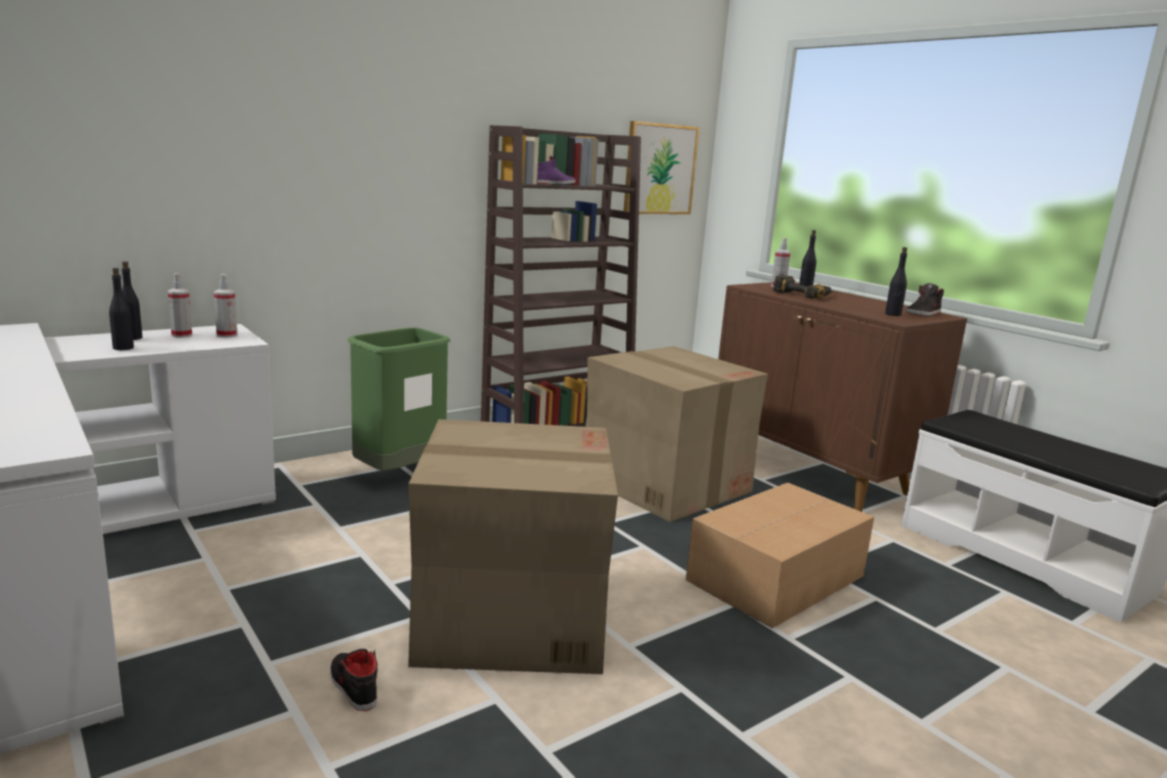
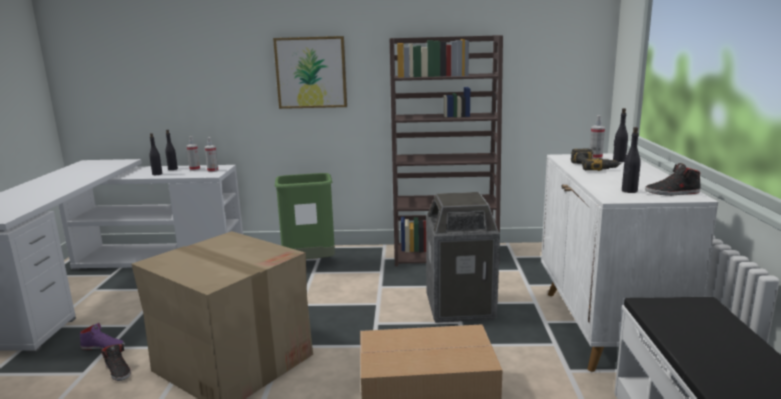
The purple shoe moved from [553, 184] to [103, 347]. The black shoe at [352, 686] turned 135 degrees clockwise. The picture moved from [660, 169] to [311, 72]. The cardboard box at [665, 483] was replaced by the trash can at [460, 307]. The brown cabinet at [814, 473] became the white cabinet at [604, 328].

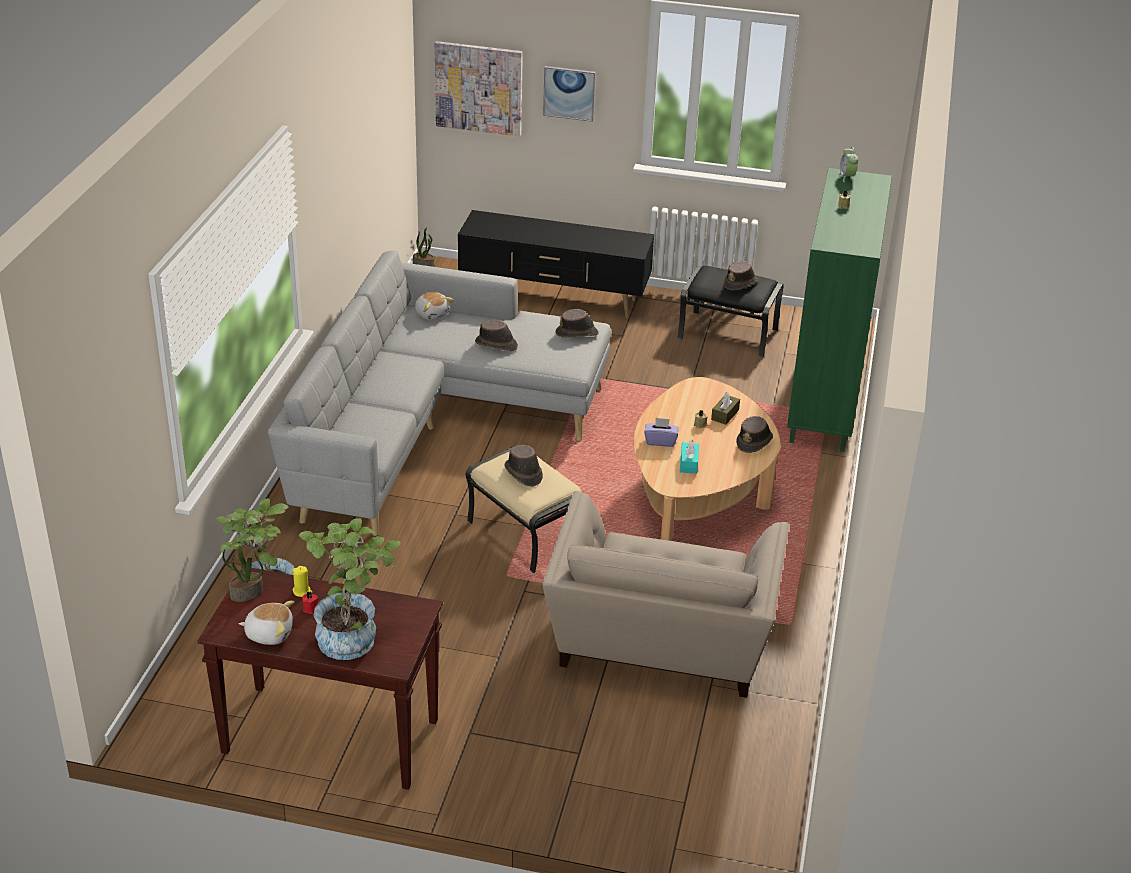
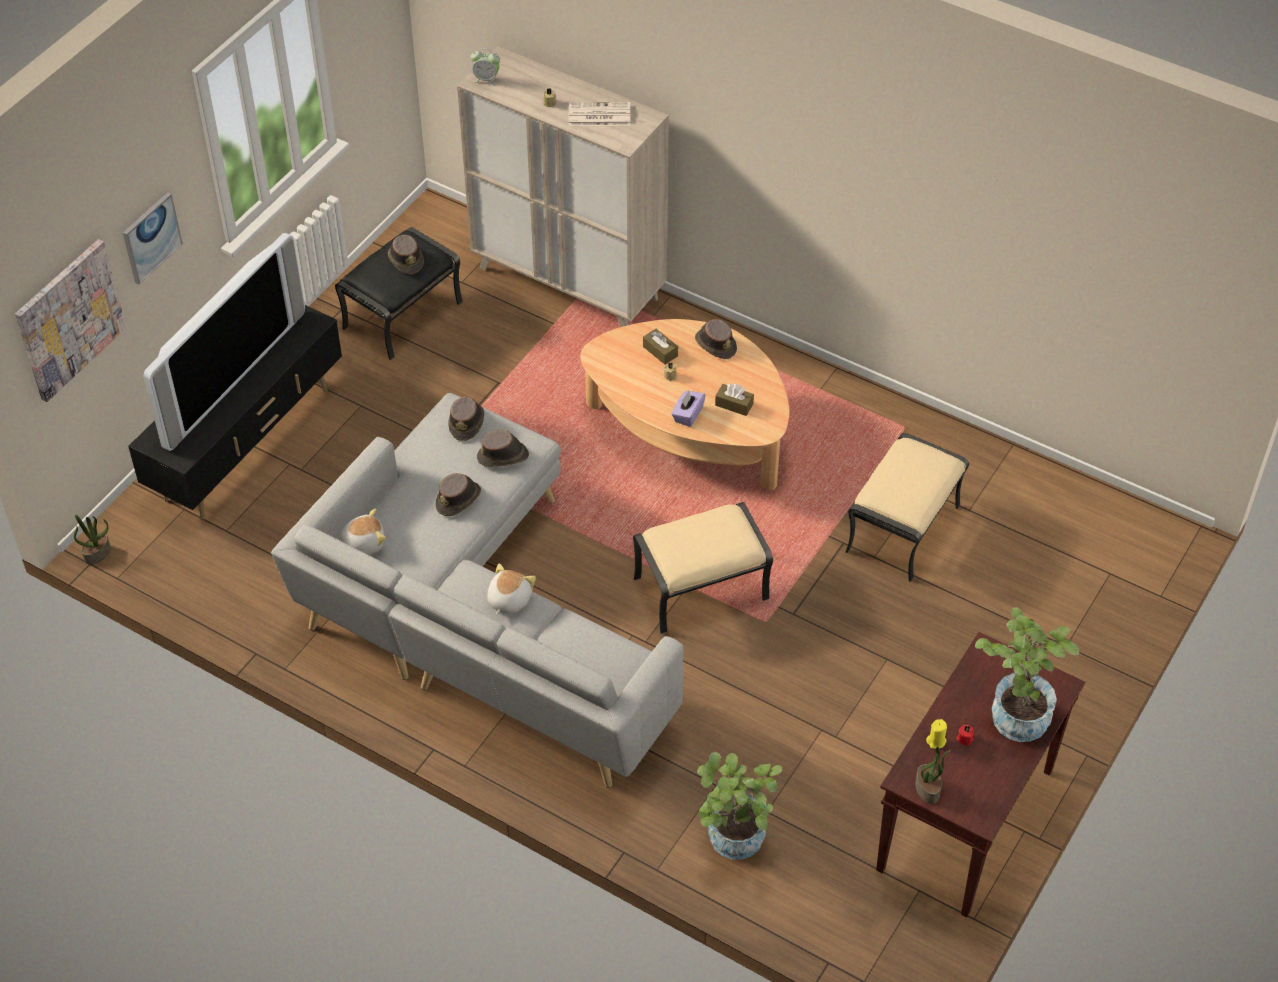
The television at [230, 376] appeared. The green cabinet at [824, 403] became the beige cabinet at [569, 283]. The brown hat moved from [523, 473] to [503, 456]. The plush toy moved from [269, 633] to [508, 600]. The newspaper at [598, 115] appeared. The turquoise tissue box at [688, 463] became the brown tissue box at [734, 404]. The beige armchair at [660, 644] was replaced by the beige ottoman at [903, 529].

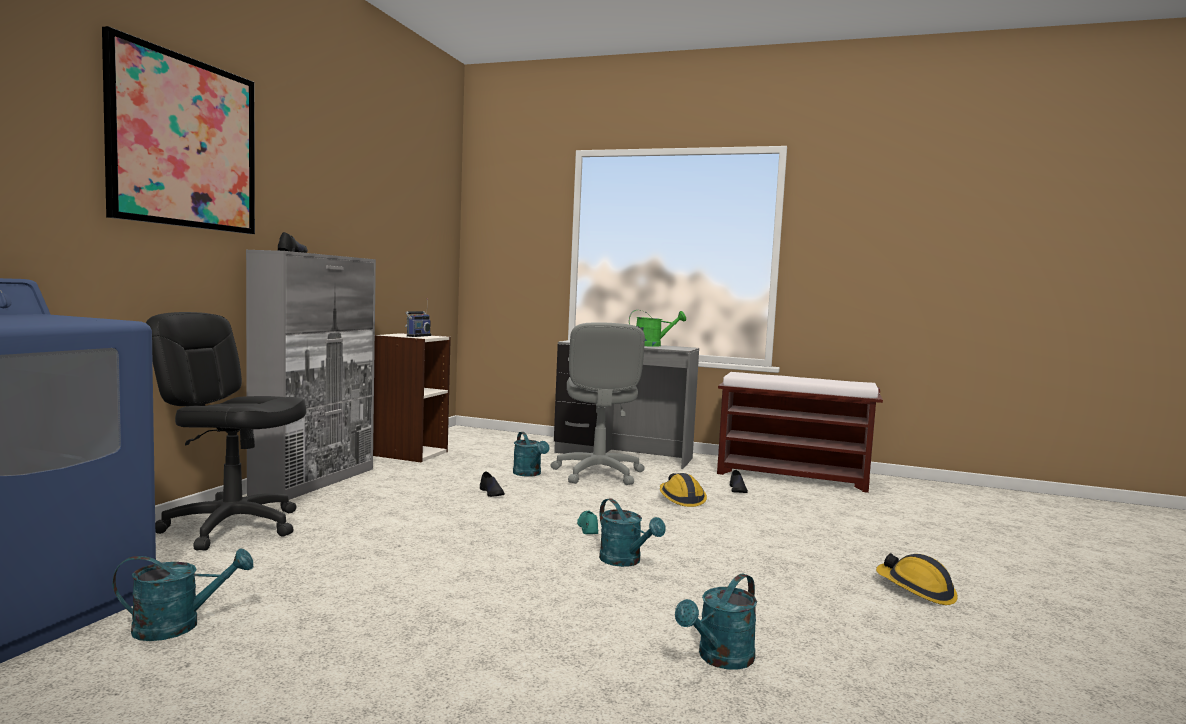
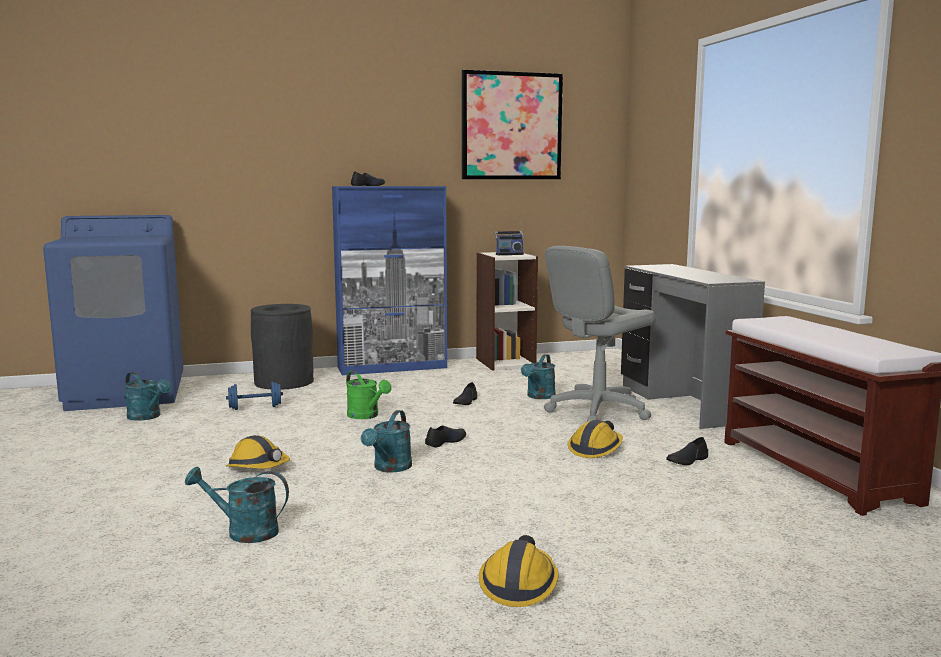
The blue dumbbell at [255, 408] appeared. The hard hat at [258, 467] appeared. The black office chair at [232, 526] was replaced by the black trash can at [284, 382]. The grey cabinet at [315, 481] became the blue cabinet at [393, 368]. The green watering can moved from [653, 345] to [366, 416]. The turquoise shoe at [588, 527] became the black shoe at [445, 441]. The picture moved from [184, 143] to [511, 126].

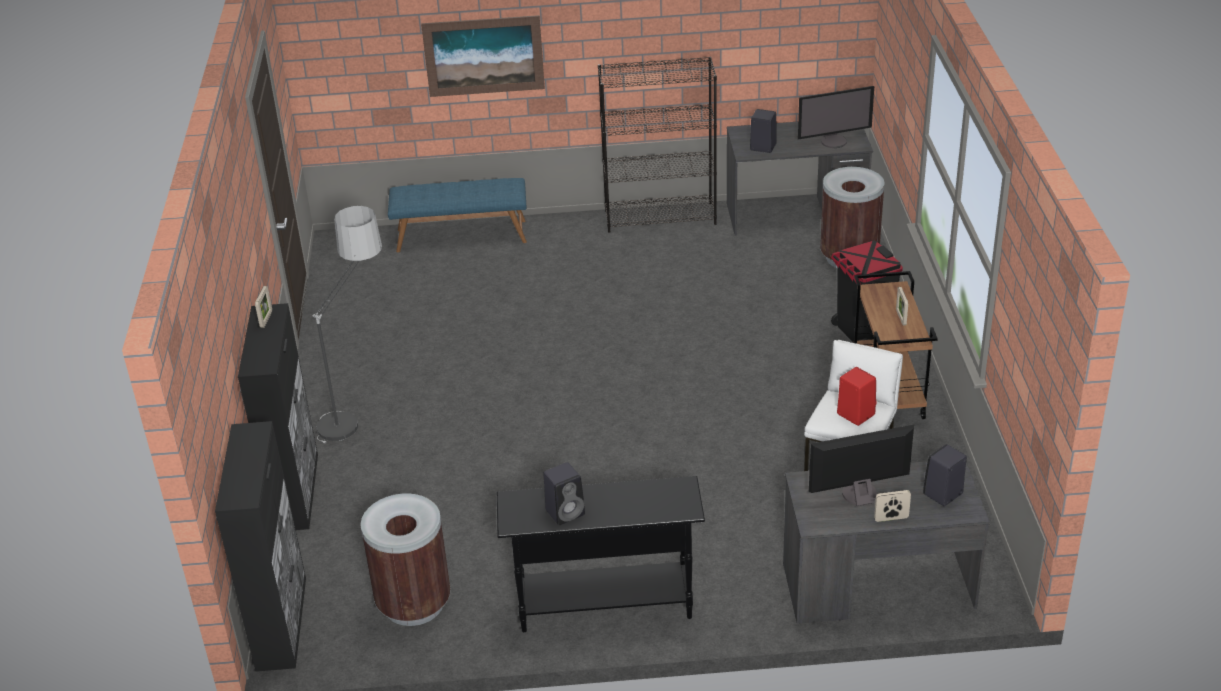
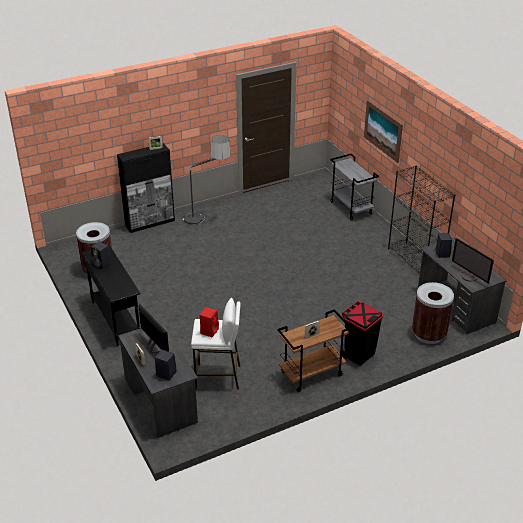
The blue bench at [461, 235] was replaced by the grey cart at [351, 208]. The black cabinet at [282, 623] disappeared.

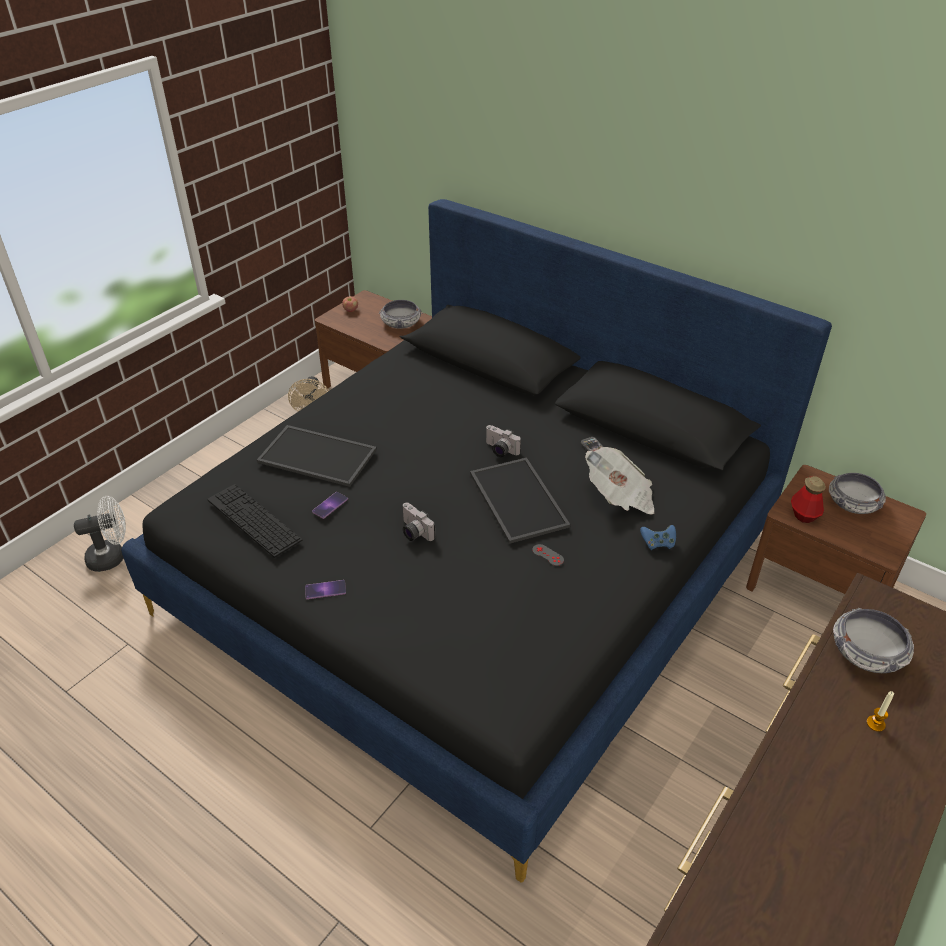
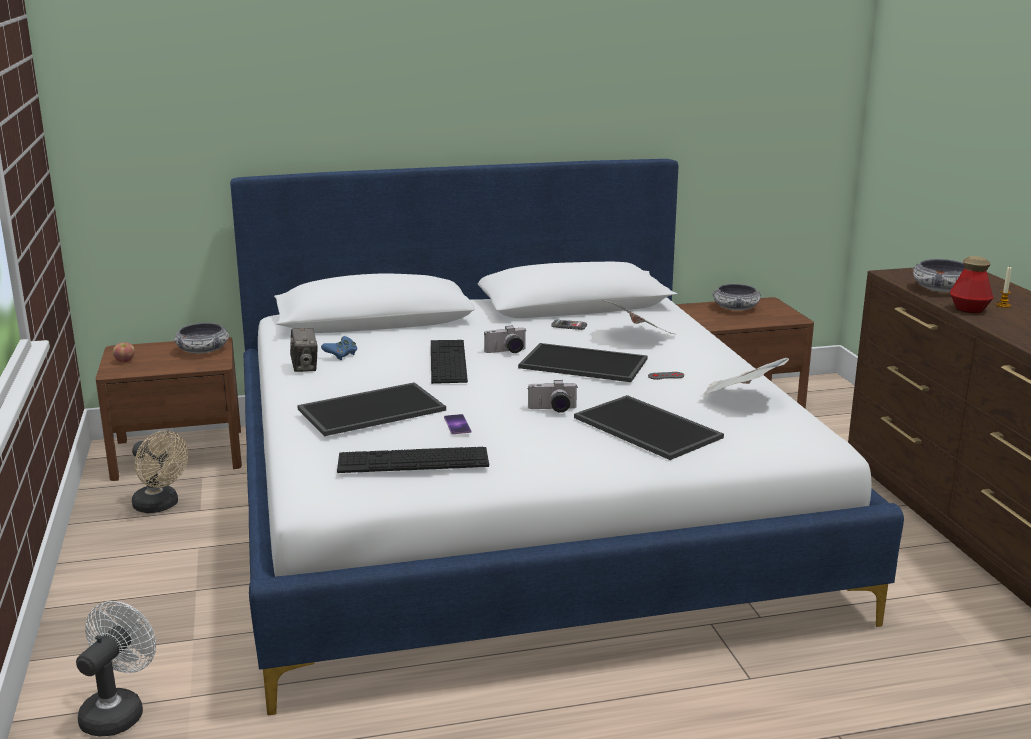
The black bed at [473, 571] became the white bed at [515, 511]. The photo camera at [305, 367] appeared. The blue game controller moved from [658, 543] to [341, 356]. The keyboard at [448, 361] appeared. The tray at [649, 427] appeared. The newspaper at [741, 398] appeared. The bottle moved from [804, 515] to [969, 309]. The phone at [325, 589] disappeared.

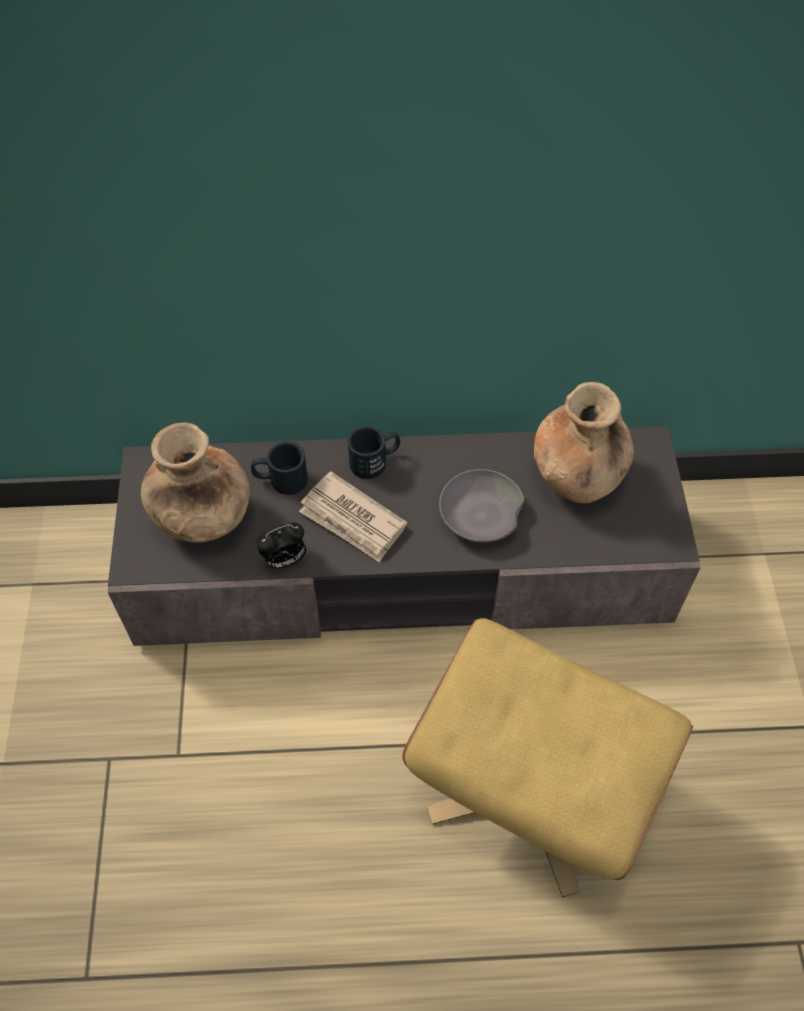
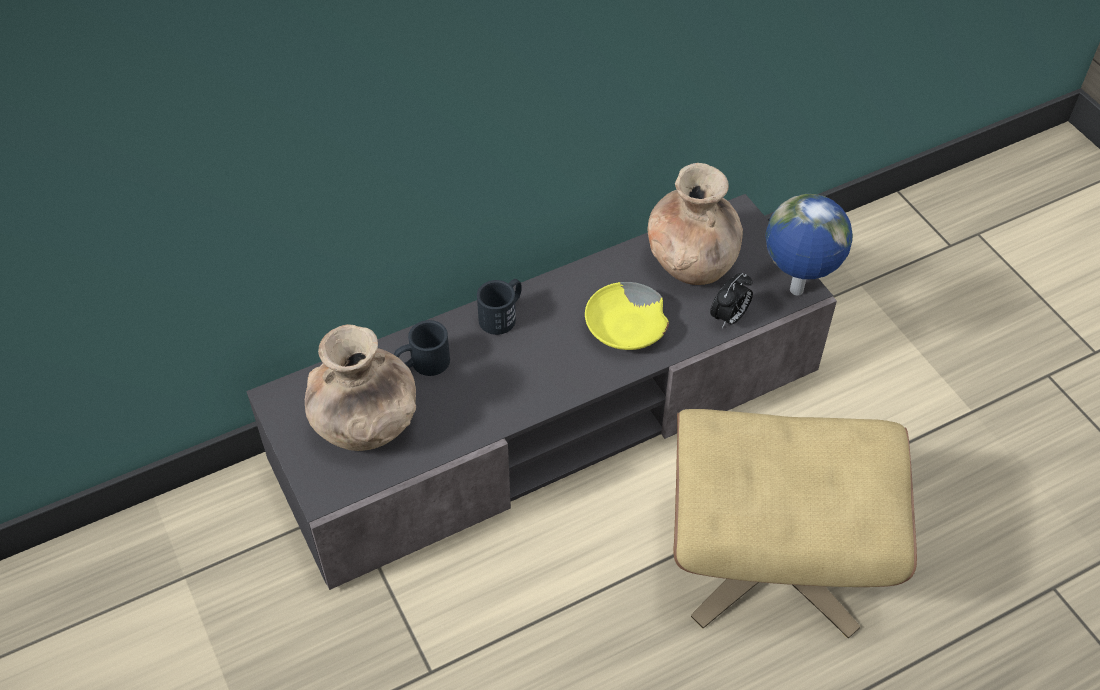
The grey bowl at [479, 516] became the yellow bowl at [626, 328]. The alarm clock moved from [284, 560] to [729, 318]. The globe at [796, 291] appeared. The newspaper at [353, 520] disappeared.

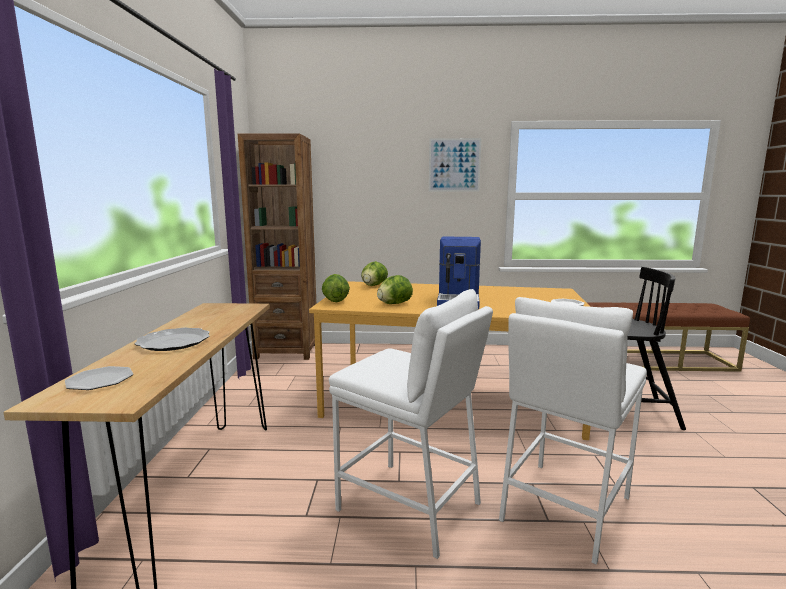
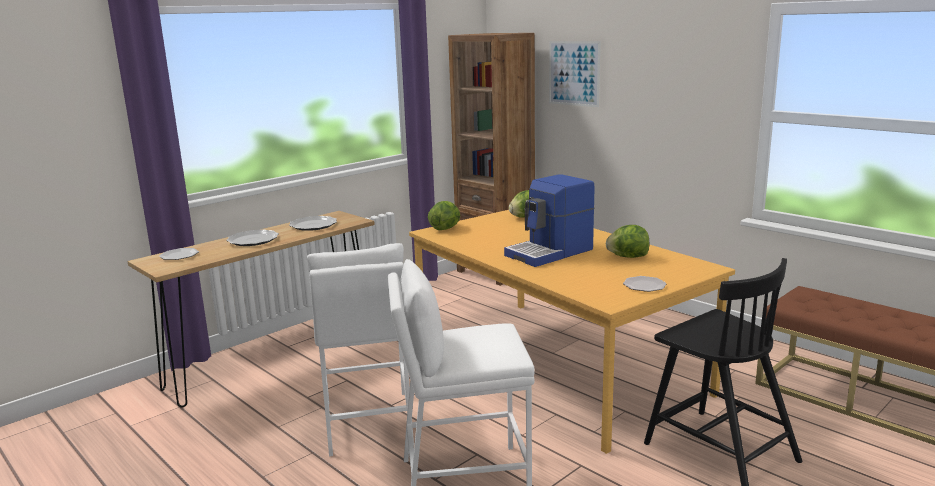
The plate at [313, 225] appeared. The picture moved from [454, 165] to [574, 73]. The lettuce moved from [394, 304] to [628, 257].

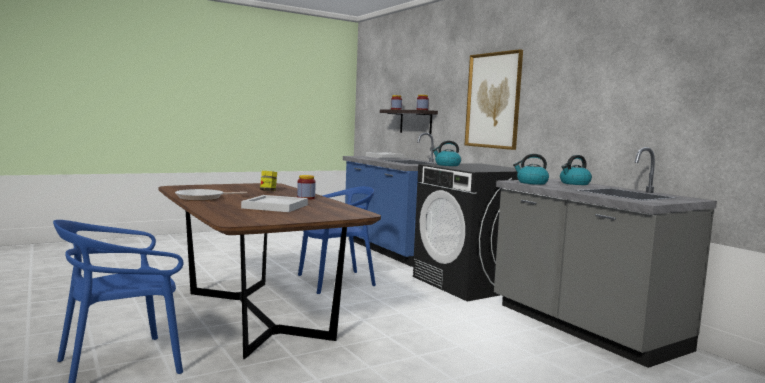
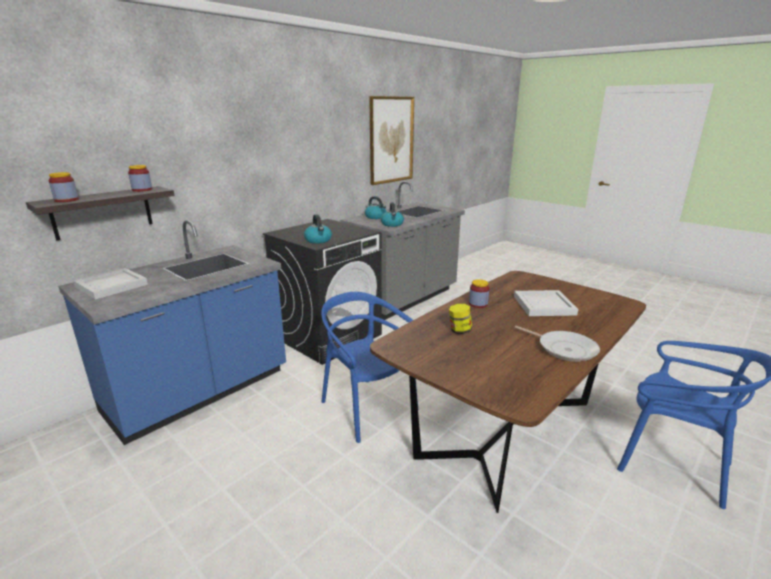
The picture moved from [493, 100] to [391, 140].

